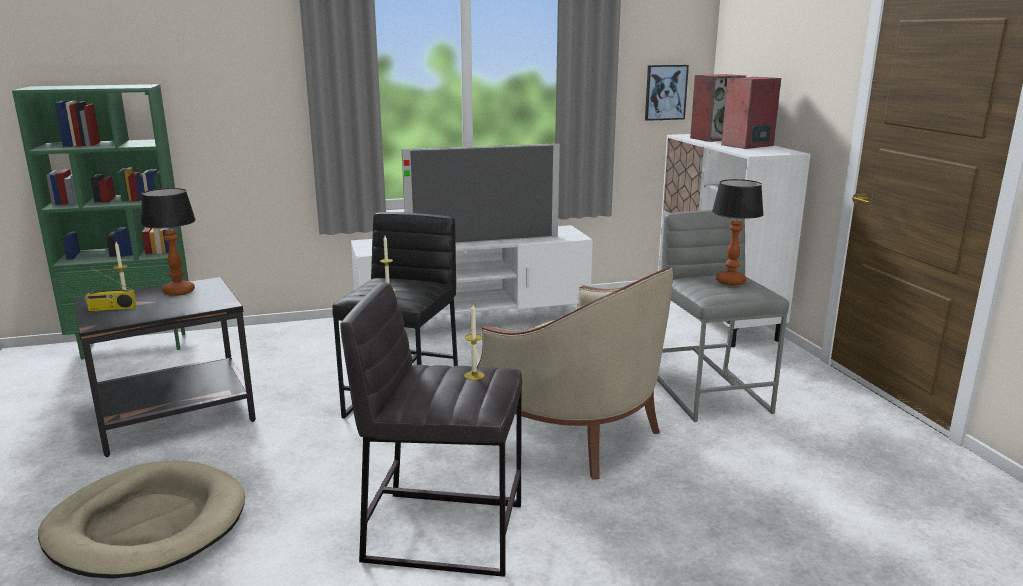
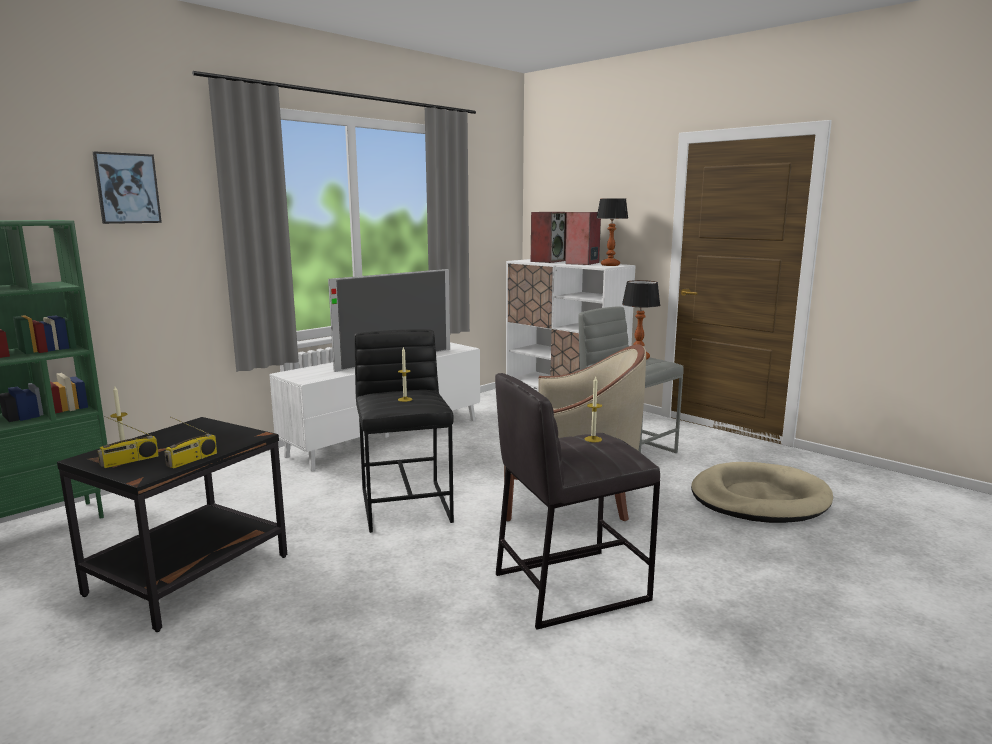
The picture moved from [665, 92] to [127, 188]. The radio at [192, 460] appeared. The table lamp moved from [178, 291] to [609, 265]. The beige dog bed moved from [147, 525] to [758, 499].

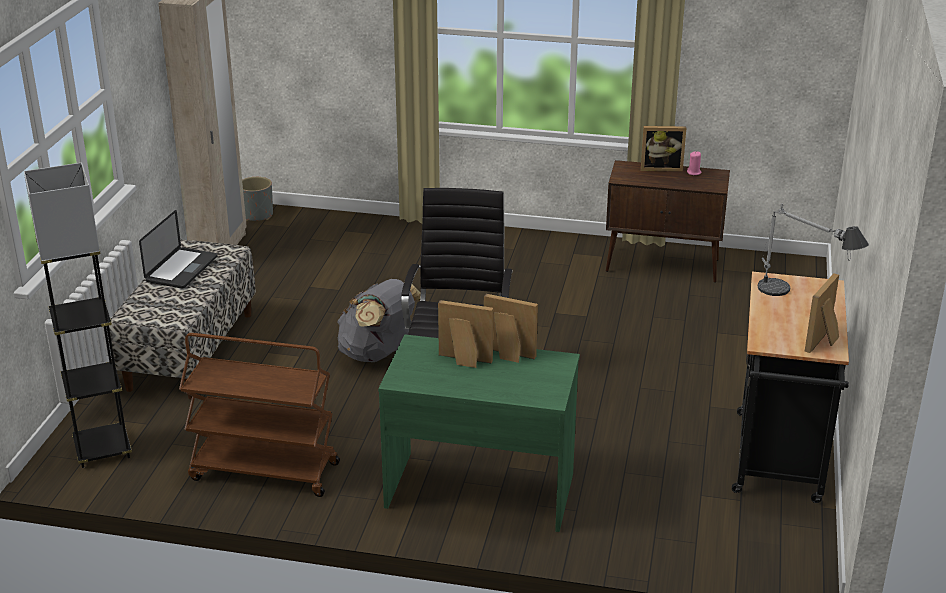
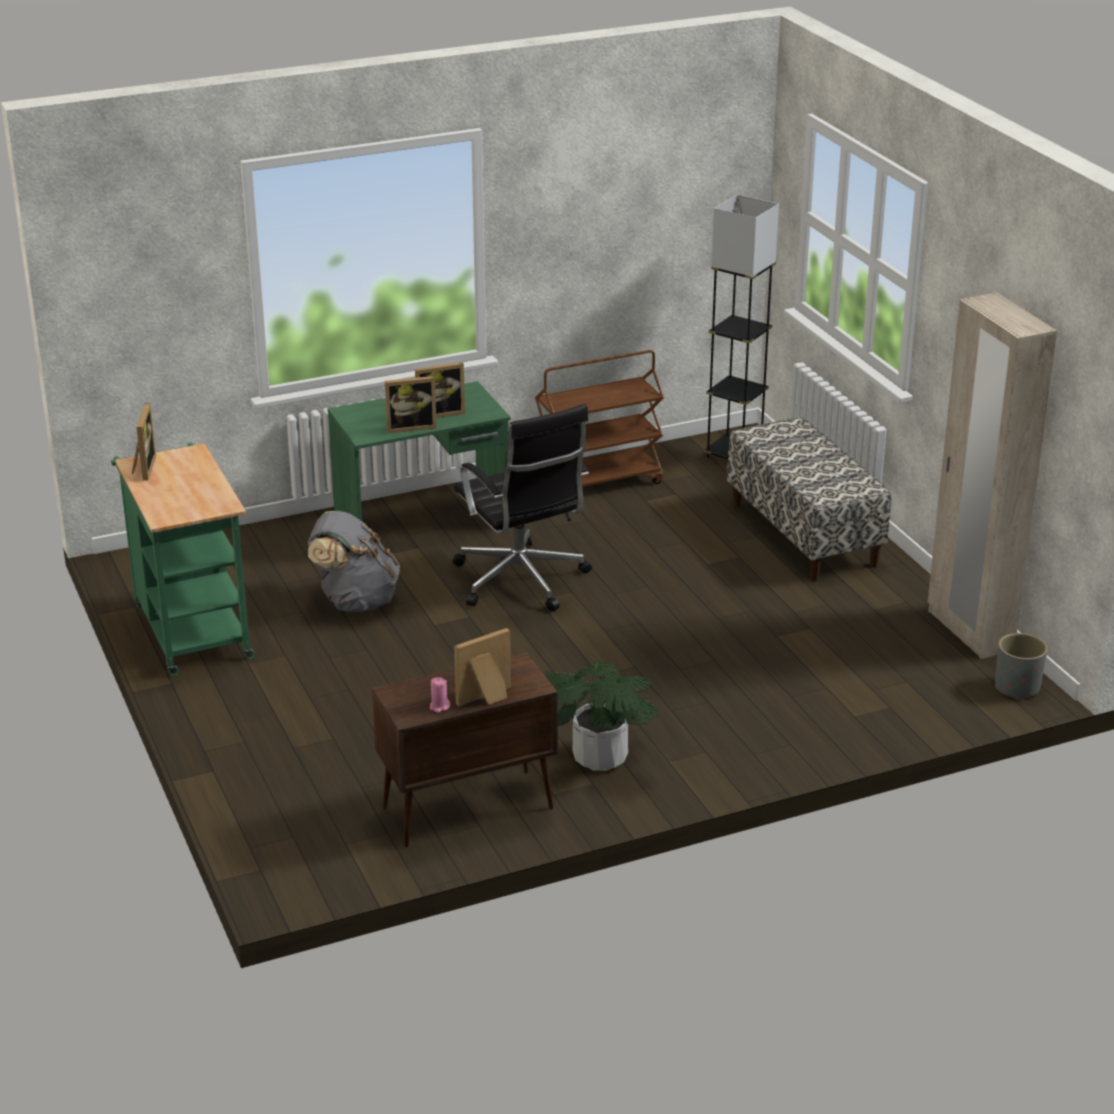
The black cart at [778, 463] became the green cart at [190, 627]. The grey backpack moved from [378, 354] to [355, 601]. The potted plant at [600, 758] appeared. The laptop at [181, 269] disappeared. The table lamp at [801, 300] disappeared.

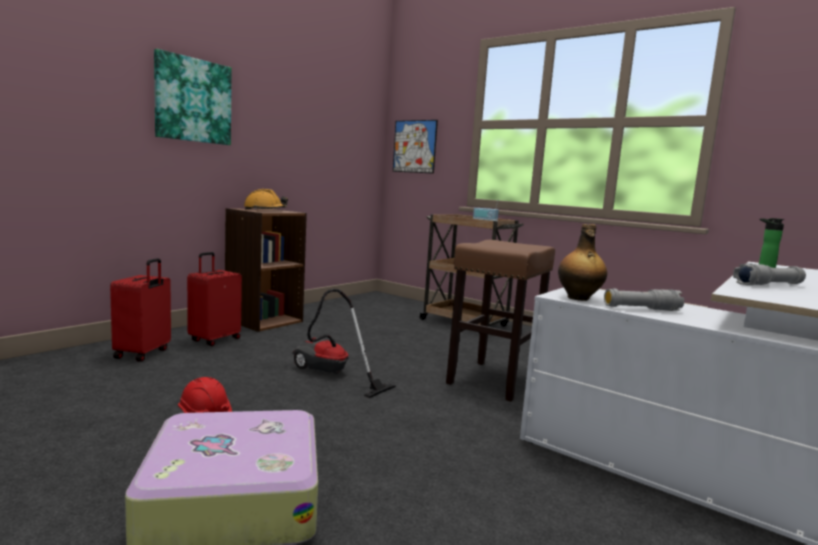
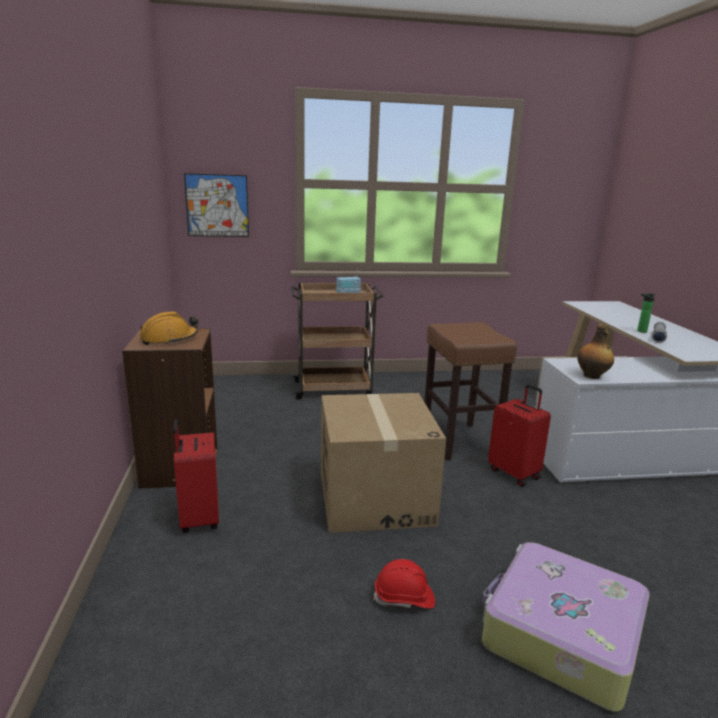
The vacuum cleaner at [330, 374] was replaced by the cardboard box at [374, 497]. The red suitcase moved from [143, 353] to [514, 473]. The picture at [193, 100] disappeared. The grey flashlight at [641, 309] disappeared.

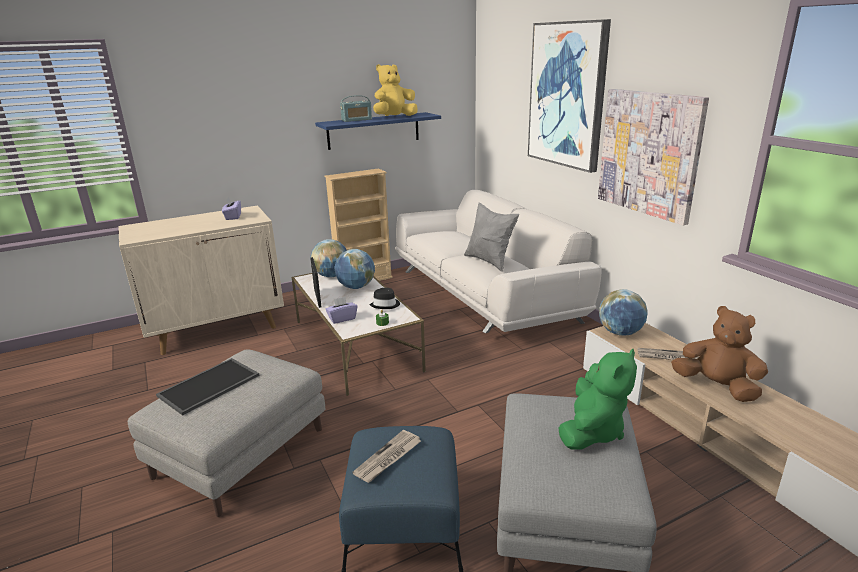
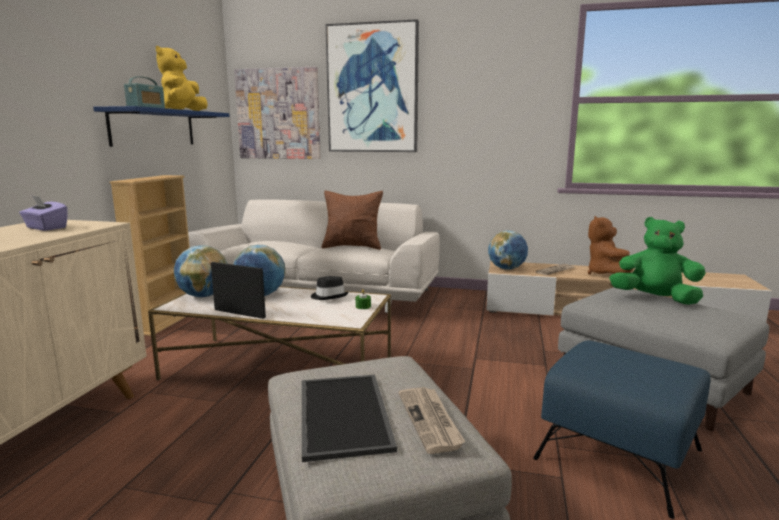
The picture moved from [649, 153] to [278, 114]. The grey pillow at [489, 261] became the brown pillow at [352, 247]. The newspaper moved from [388, 458] to [430, 420]. The brown plush toy at [716, 387] turned 75 degrees counterclockwise. The green plush toy at [592, 431] turned 45 degrees counterclockwise. The purple tissue box at [342, 318] disappeared.

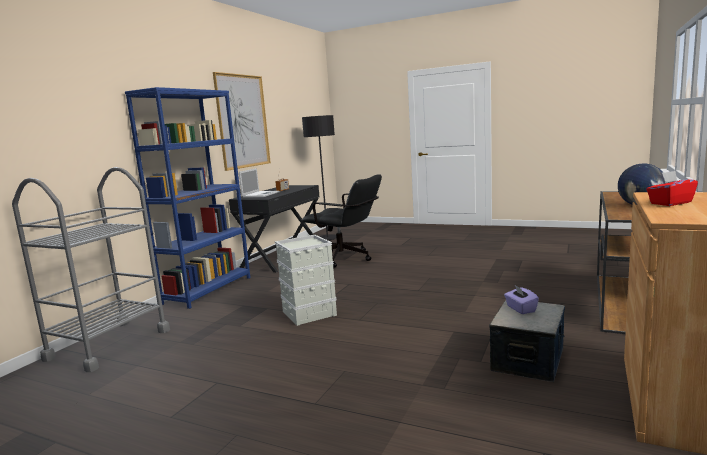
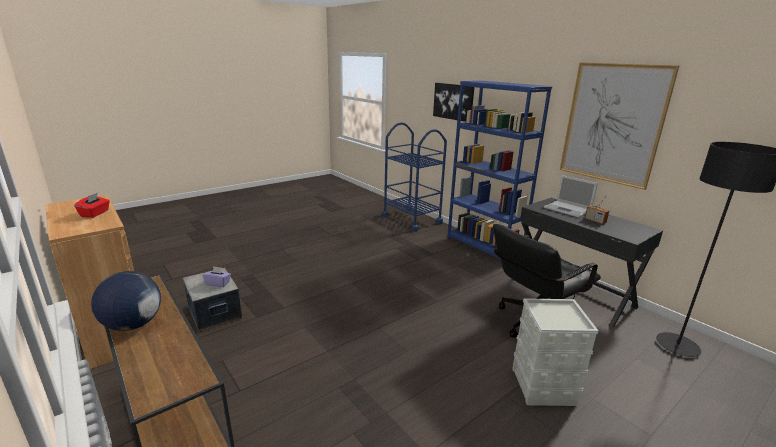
The grey cart at [109, 344] became the blue cart at [411, 219]. The picture at [453, 101] appeared. The grey storage box moved from [309, 313] to [544, 387].

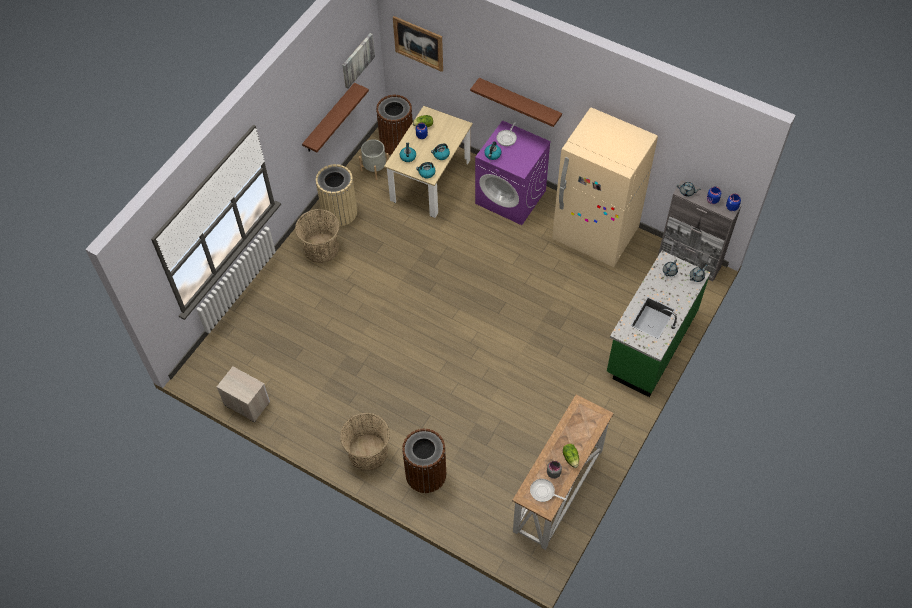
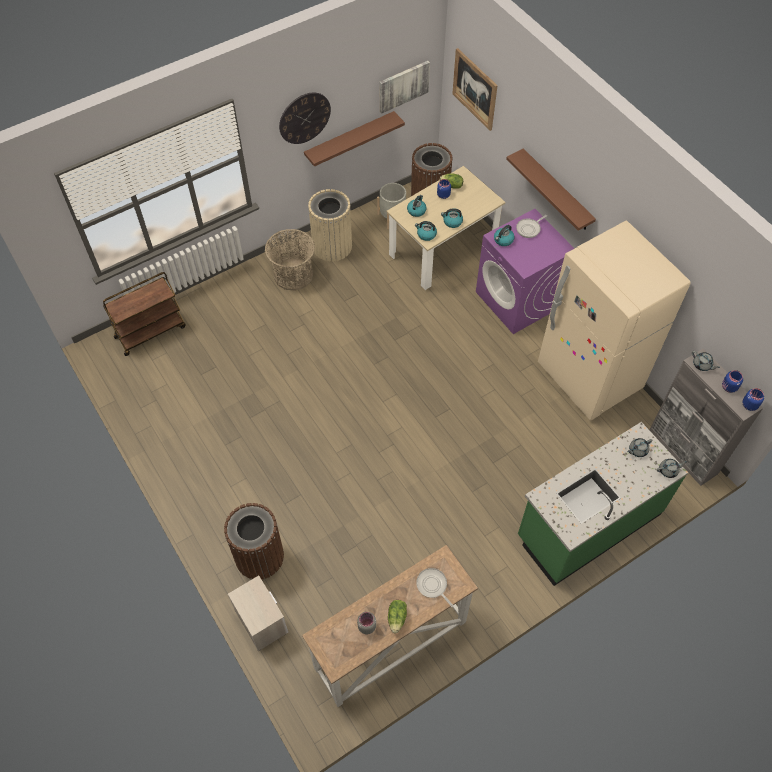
The brown cart at [151, 331] appeared. The nightstand moved from [246, 403] to [261, 621]. The wall clock at [304, 118] appeared. The frying pan moved from [543, 492] to [433, 586]. The basket at [368, 452] disappeared.

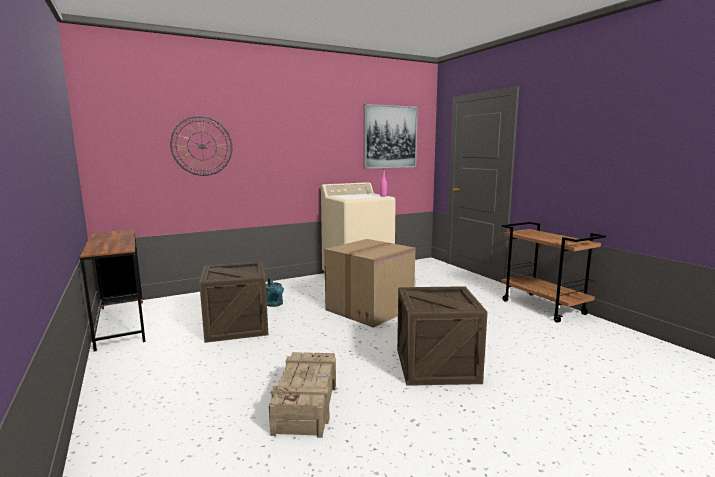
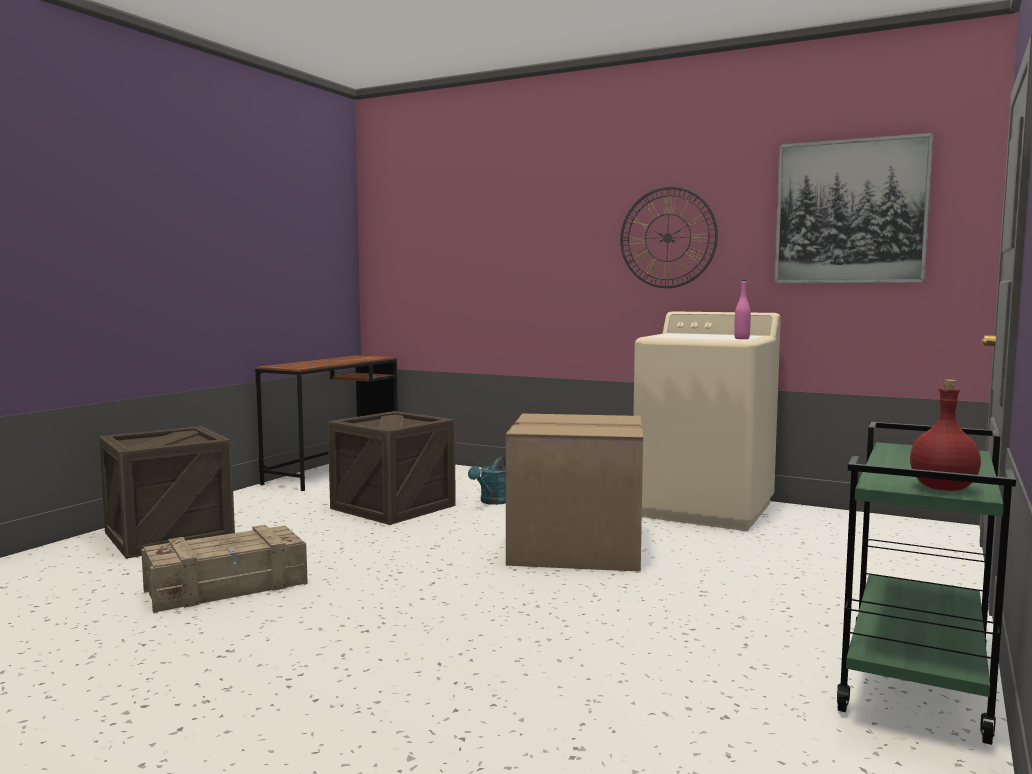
The crate moved from [436, 365] to [169, 536]. The wall clock moved from [202, 146] to [668, 237]. The brown cart at [544, 307] became the green cart at [917, 683]. The red bottle at [944, 488] appeared.

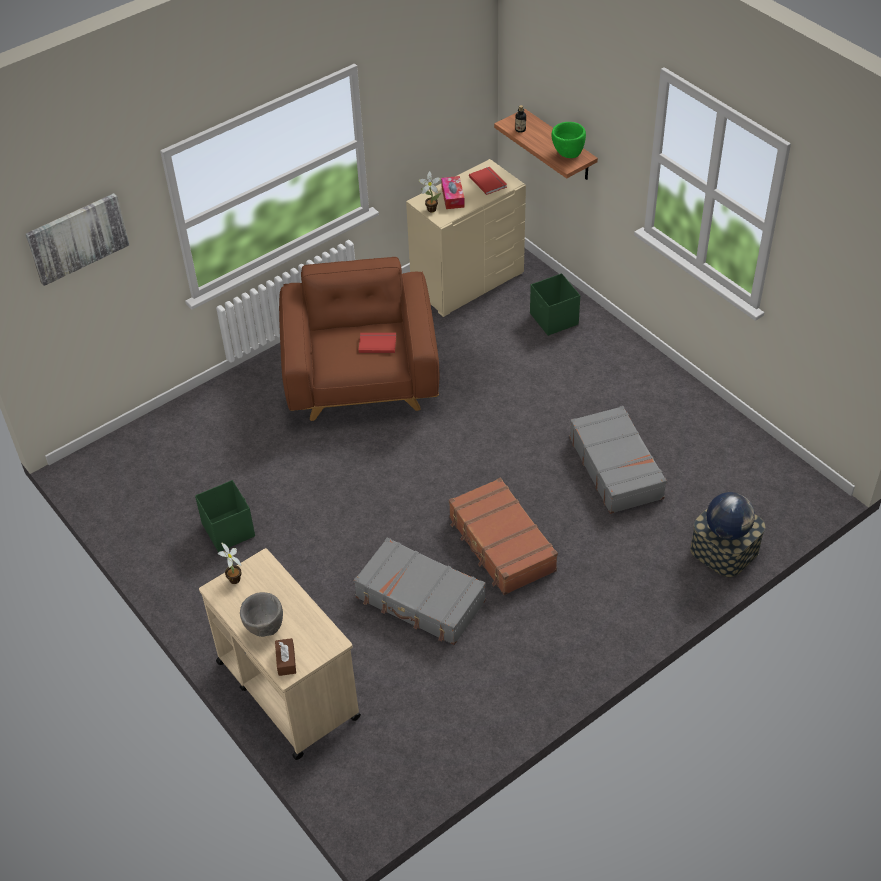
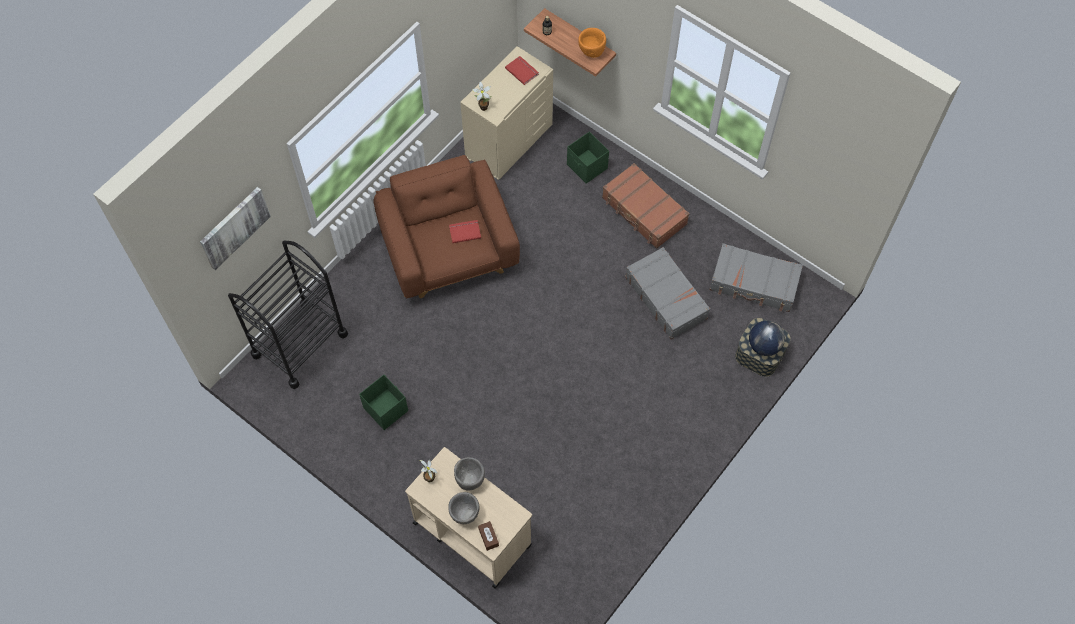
The black cart at [299, 344] appeared. The grey bowl at [470, 480] appeared. The green bowl at [567, 154] became the orange bowl at [591, 52]. The brown suitcase moved from [501, 545] to [644, 211]. The grey suitcase moved from [420, 600] to [754, 283]. The tissue box at [453, 197] disappeared.

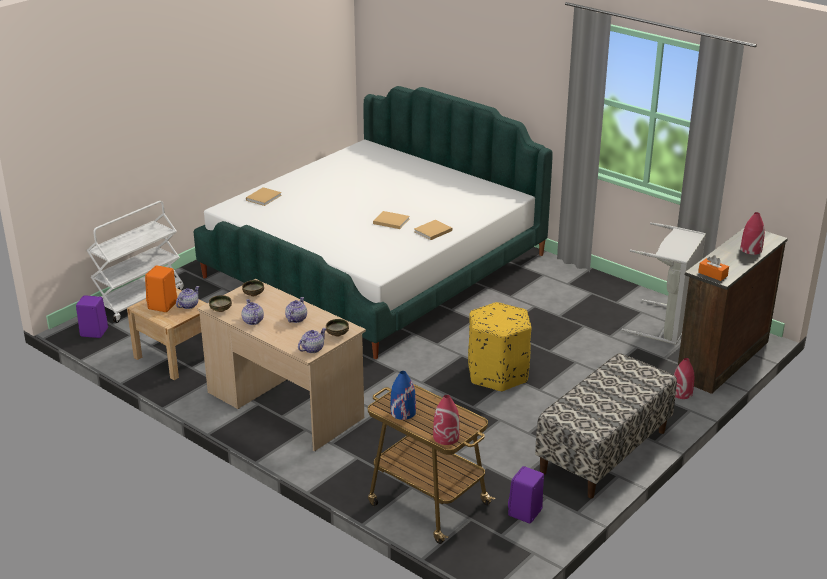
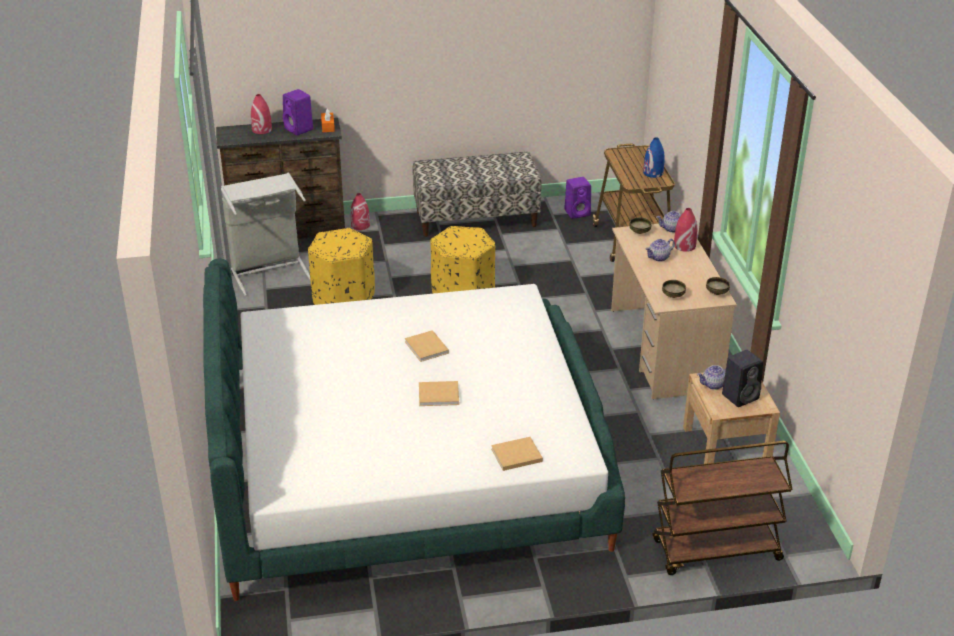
The purple speaker moved from [93, 332] to [299, 129]. The yellow ottoman at [343, 298] appeared. The beige book moved from [432, 231] to [440, 395]. The white cart at [139, 300] became the brown cart at [716, 551]. The red vase moved from [446, 437] to [684, 246]. The orange speaker at [162, 306] became the black speaker at [741, 396]. The teapot at [252, 321] disappeared.

